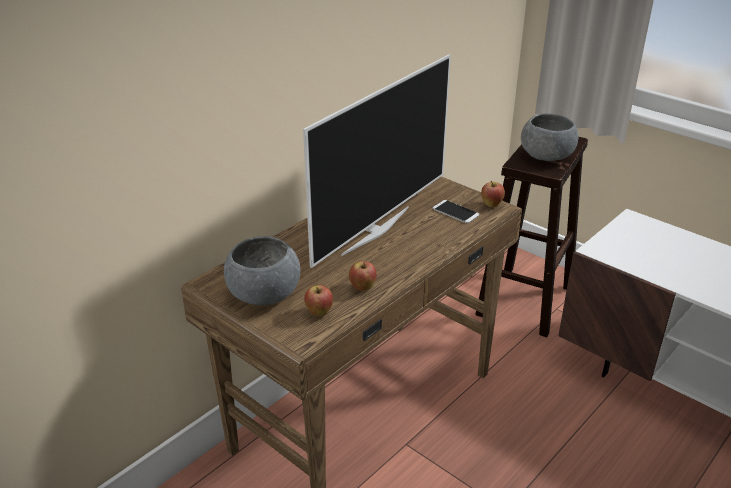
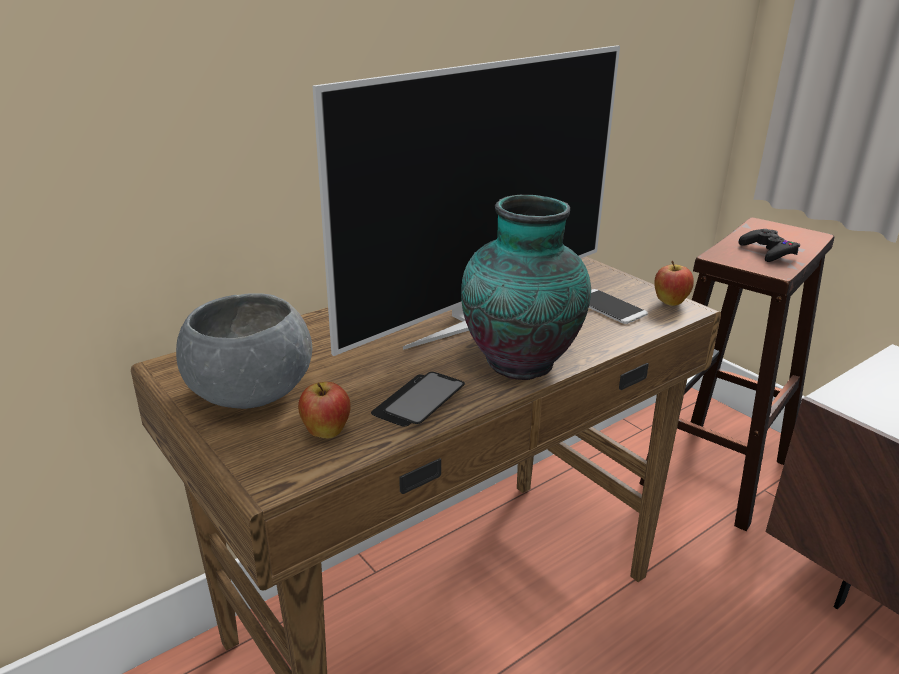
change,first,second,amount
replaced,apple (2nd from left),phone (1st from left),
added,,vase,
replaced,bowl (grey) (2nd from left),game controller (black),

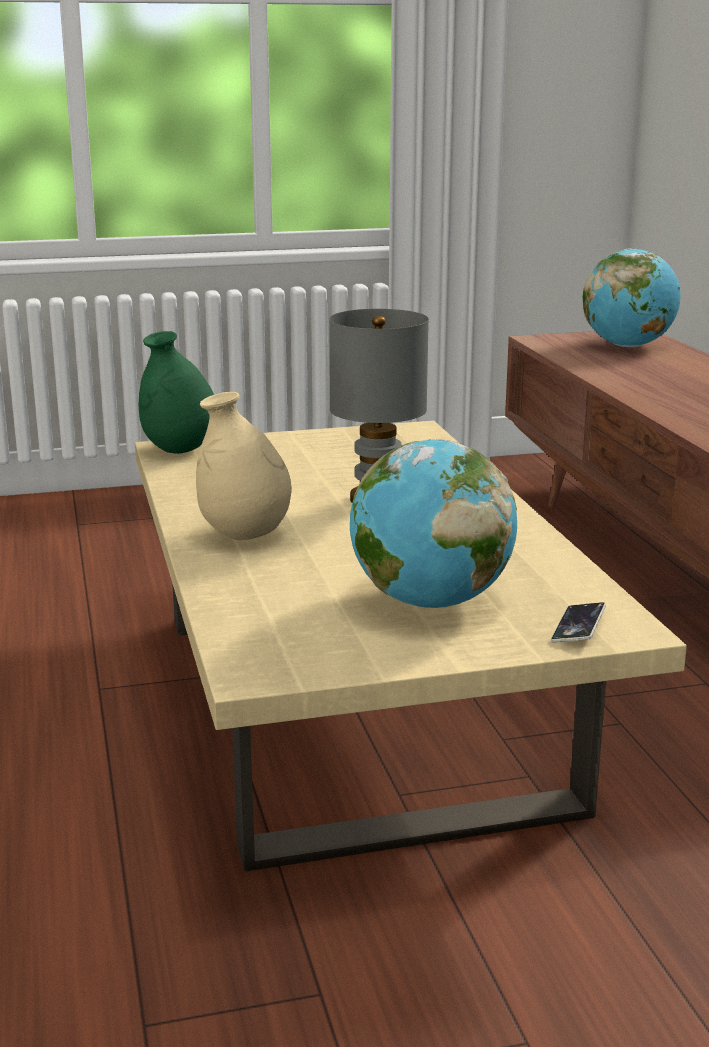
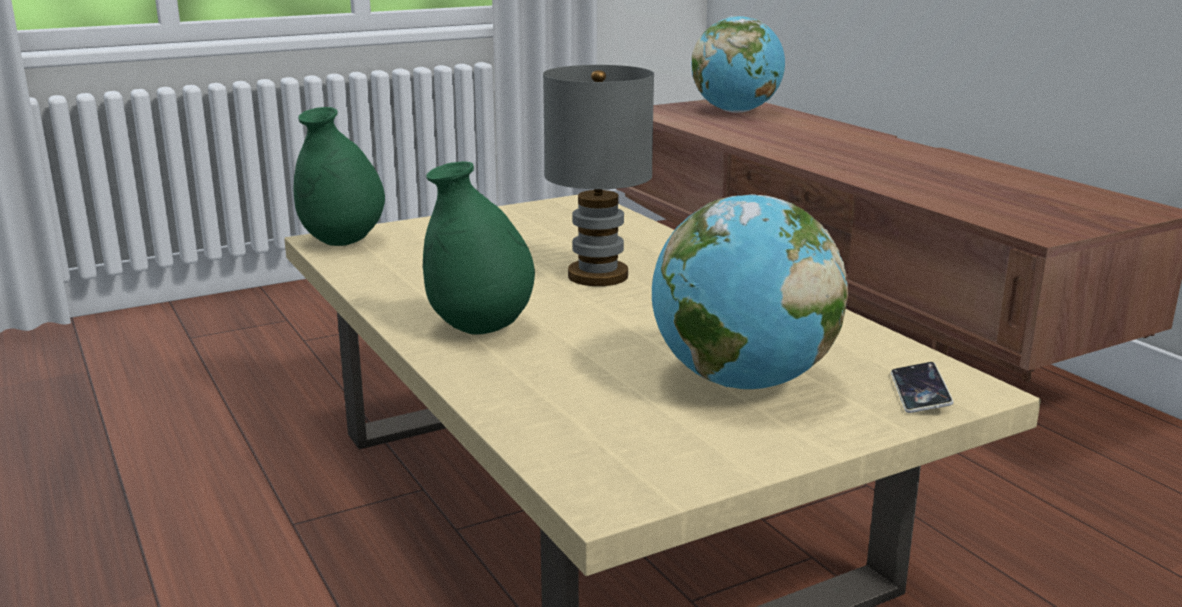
change,first,second,amount
recoloured,vase (beige),vase (green) (2nd from left),

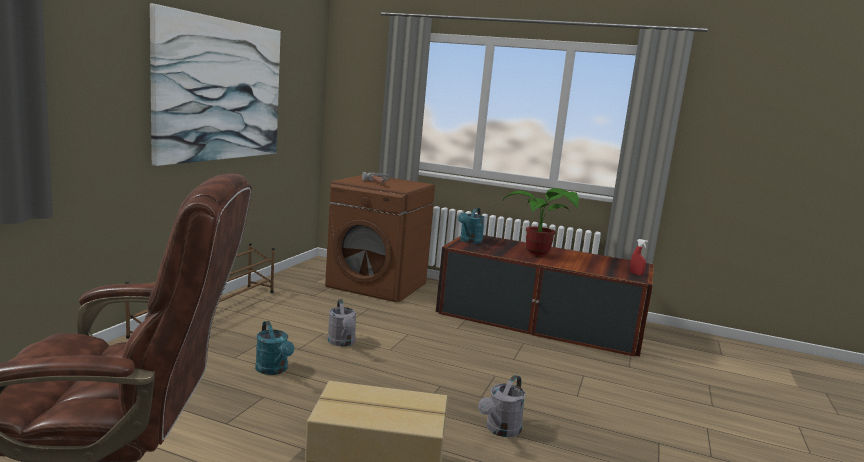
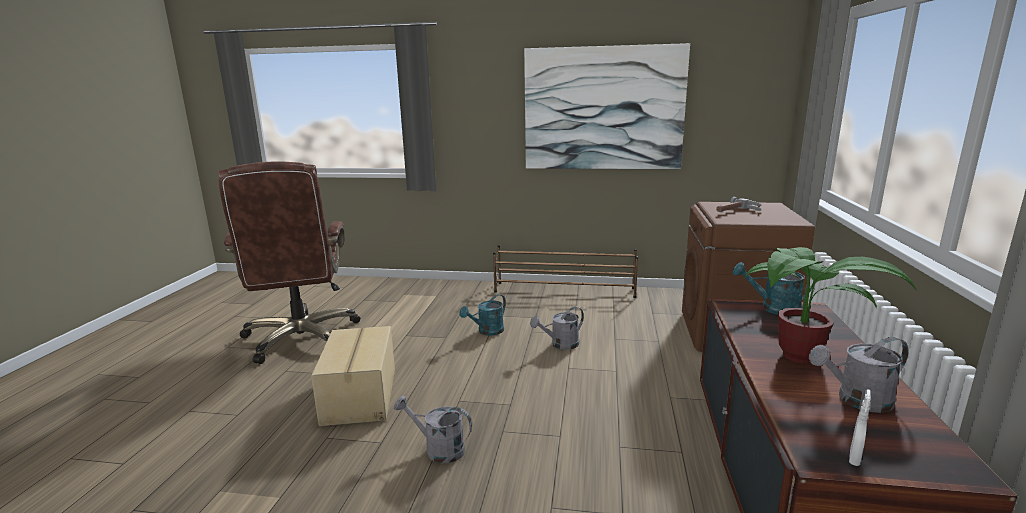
change,first,second,amount
added,,watering can (grey) (3rd from left),
recoloured,spray bottle (red),spray bottle (white),

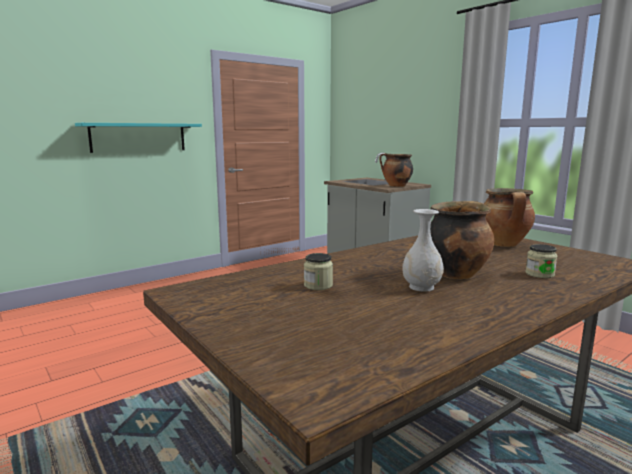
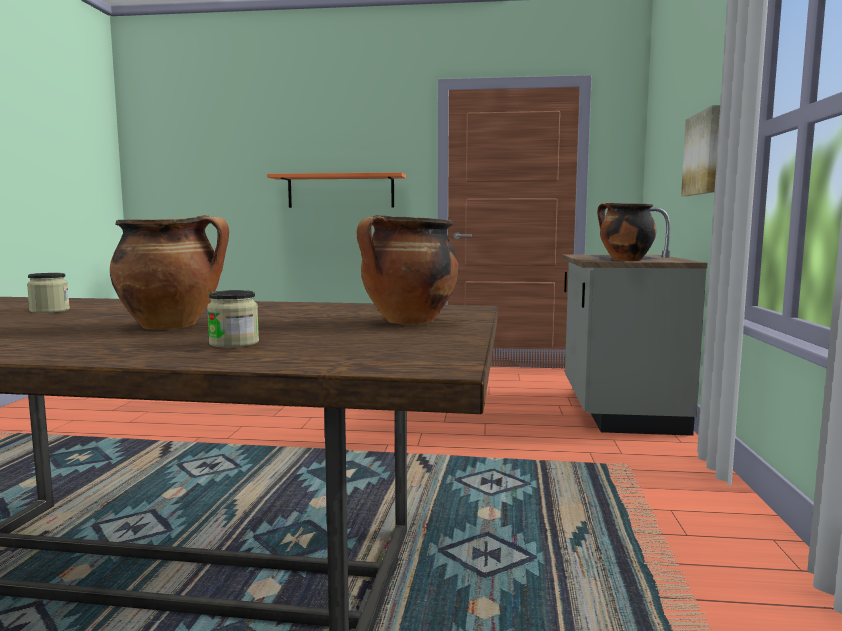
change,first,second,amount
recoloured,shelf (turquoise),shelf (orange),
added,,picture,
removed,vase (white),,

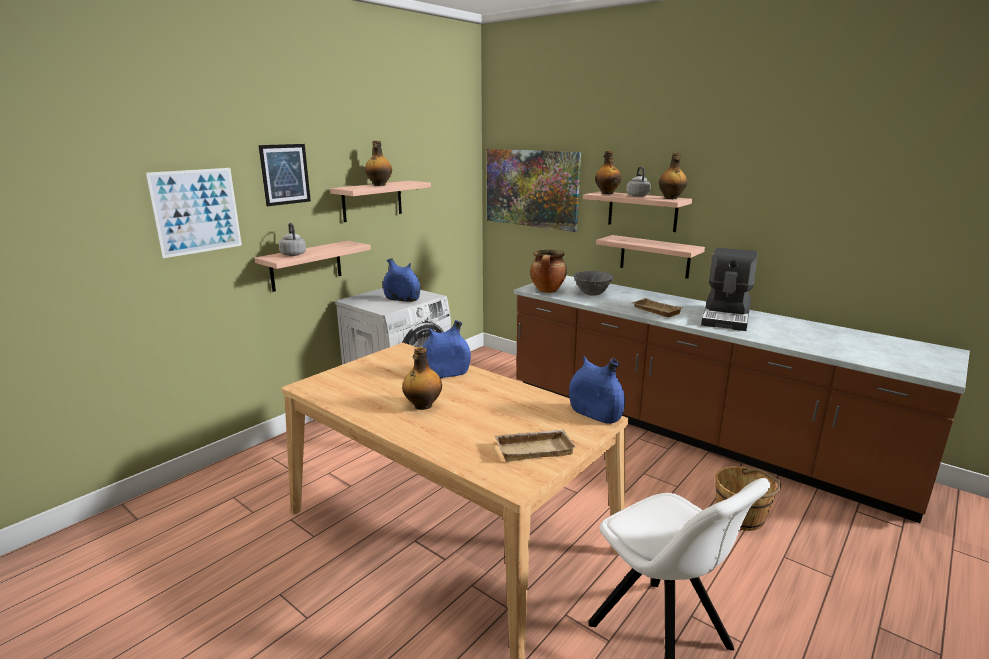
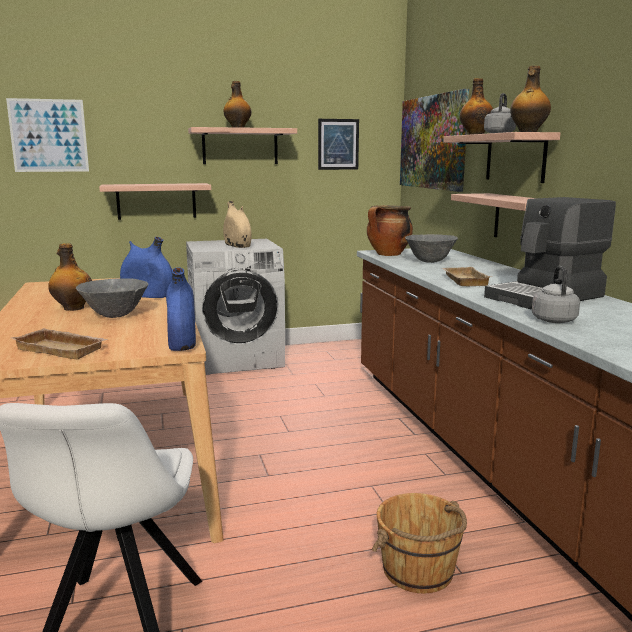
change,first,second,amount
added,,bowl (grey) (1st from left),
recoloured,vase (blue) (1st from left),vase (beige),
moved,picture (2nd from left),,
moved,kettle (grey) (1st from left in the first image),kettle (grey) (2nd from left),

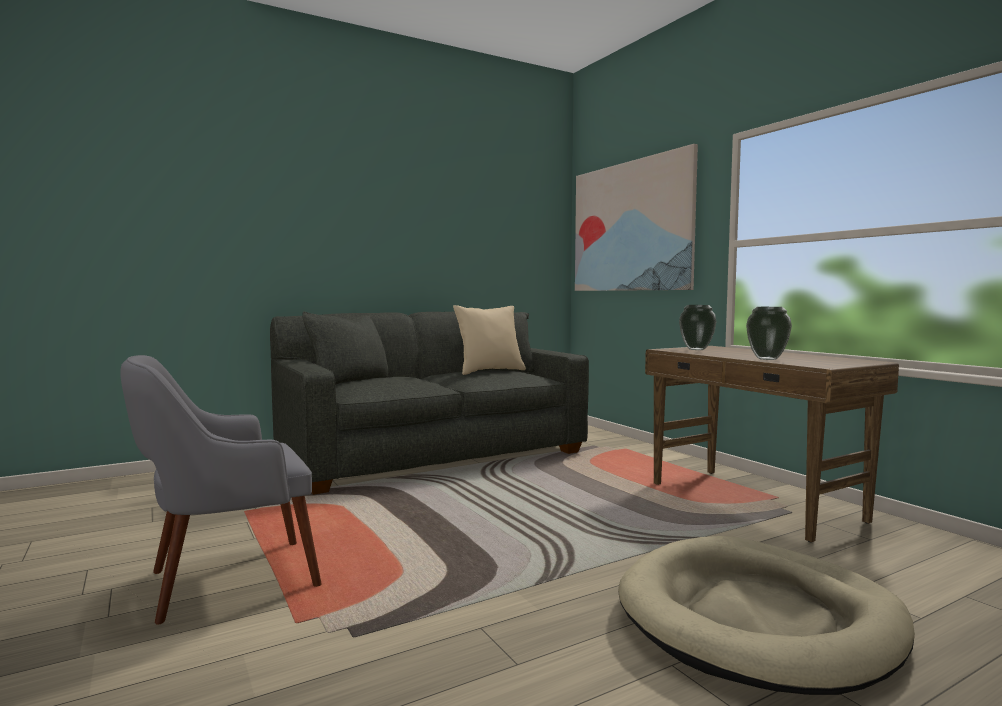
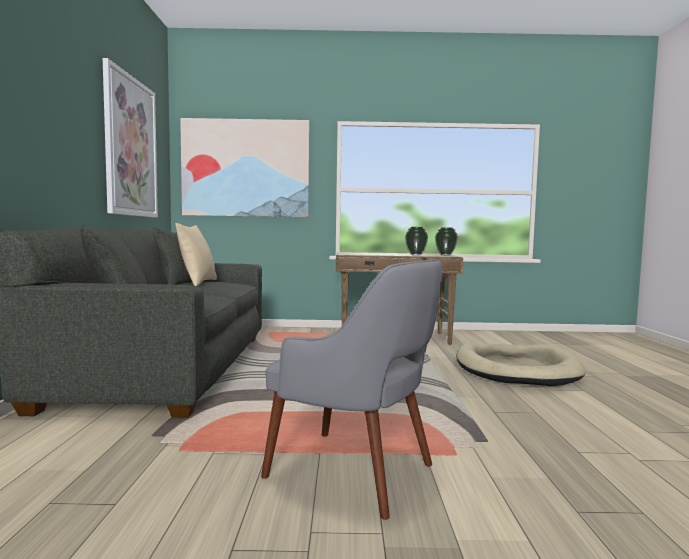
change,first,second,amount
added,,picture (1st from left),
turned,armchair (grey),,60 degrees counterclockwise
moved,vase (1st from left in the first image),vase (2nd from left),

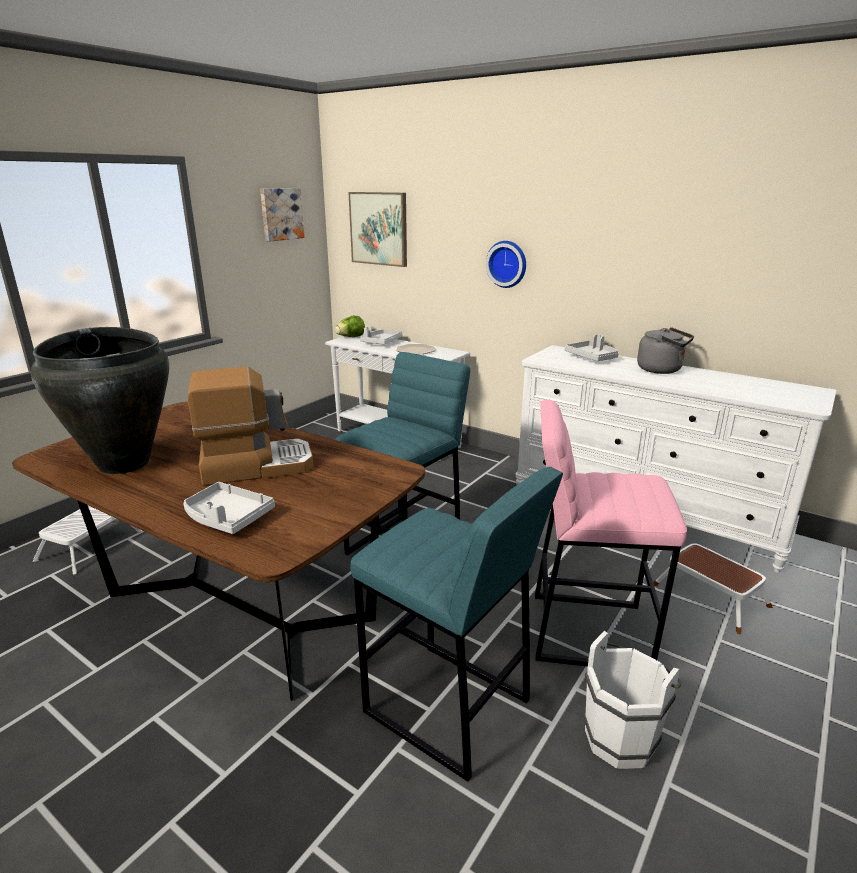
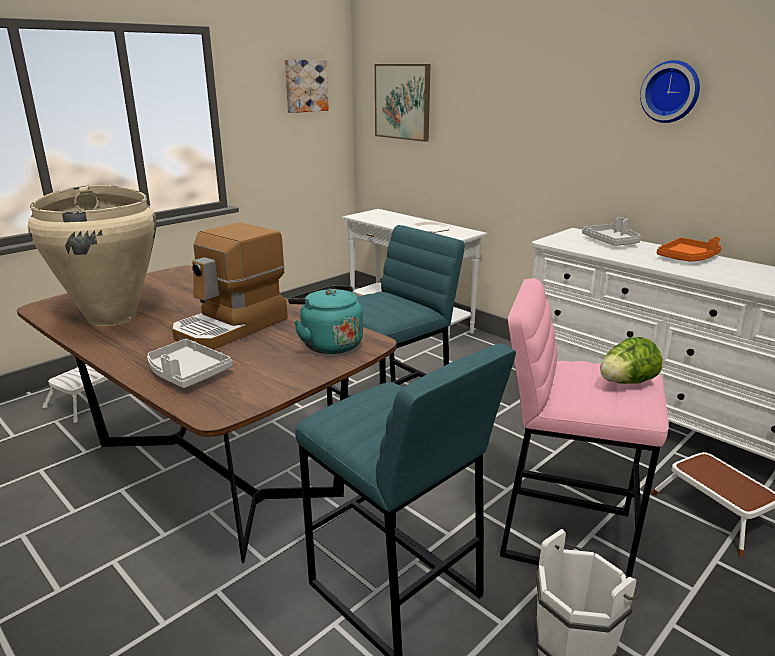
change,first,second,amount
recoloured,vase (black),vase (beige),
turned,coffee machine,,135 degrees clockwise
added,,kettle (turquoise),
moved,lettuce,,
moved,wall clock,,
replaced,kettle (grey),tray (orange),
removed,tray (grey) (2nd from left),,

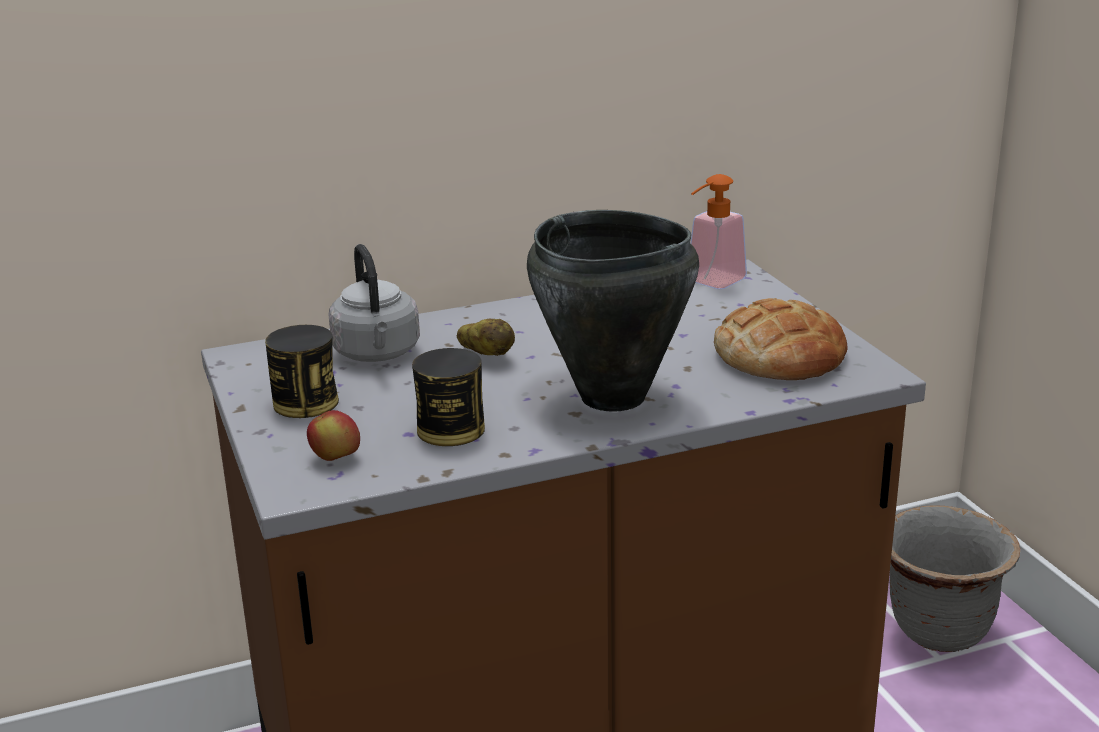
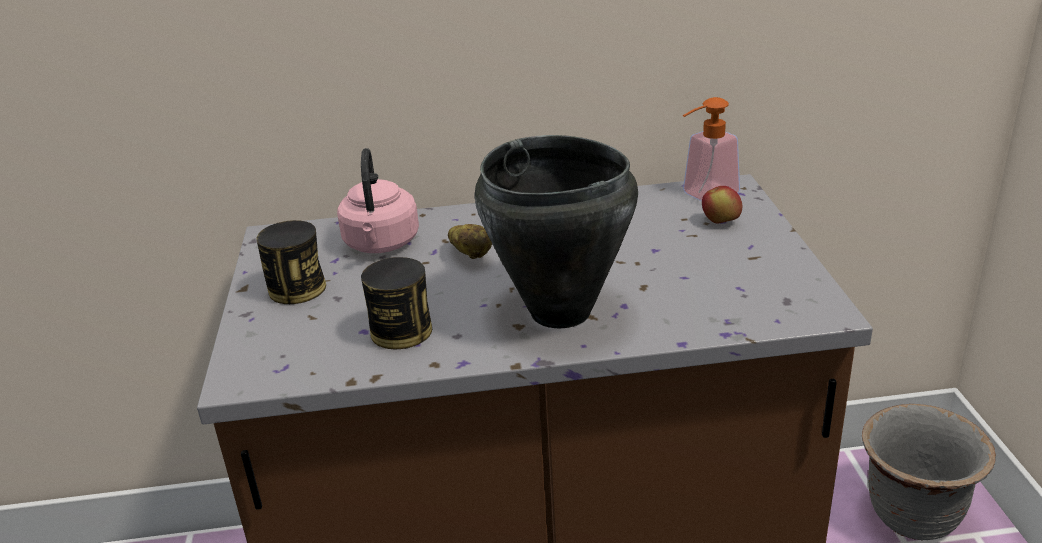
change,first,second,amount
recoloured,kettle (grey),kettle (pink),
moved,apple,,
removed,bread,,

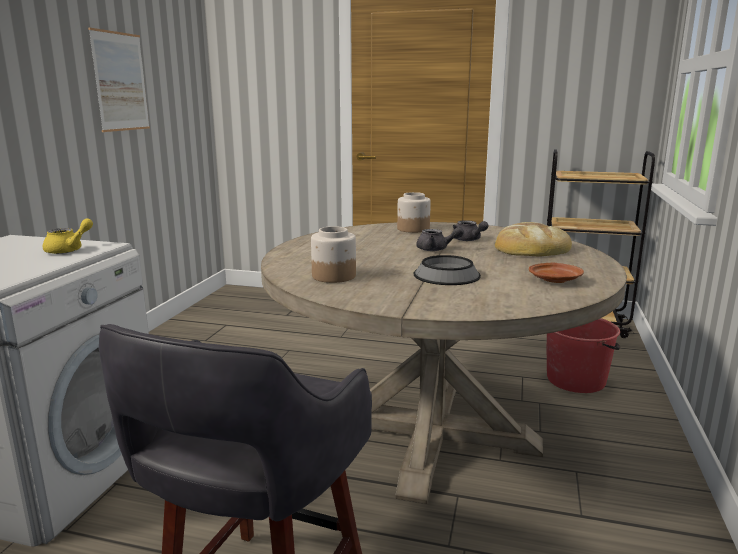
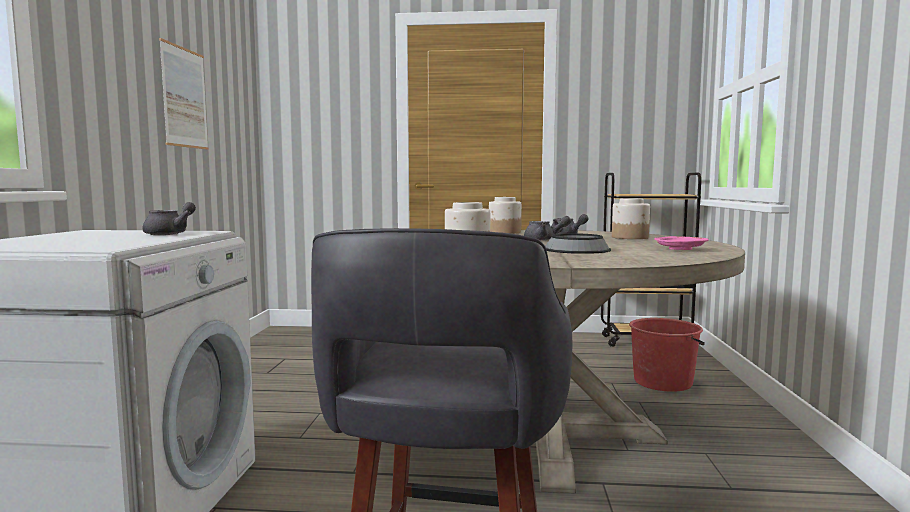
change,first,second,amount
recoloured,teapot (yellow),teapot (grey) (1st from left),
replaced,bread,jar (3rd from left),
recoloured,plate (brown),plate (pink),

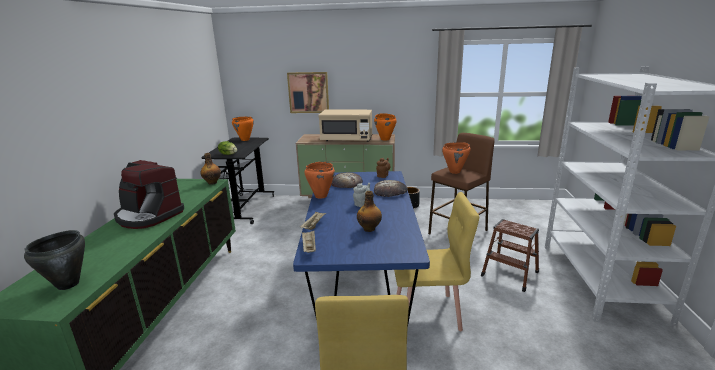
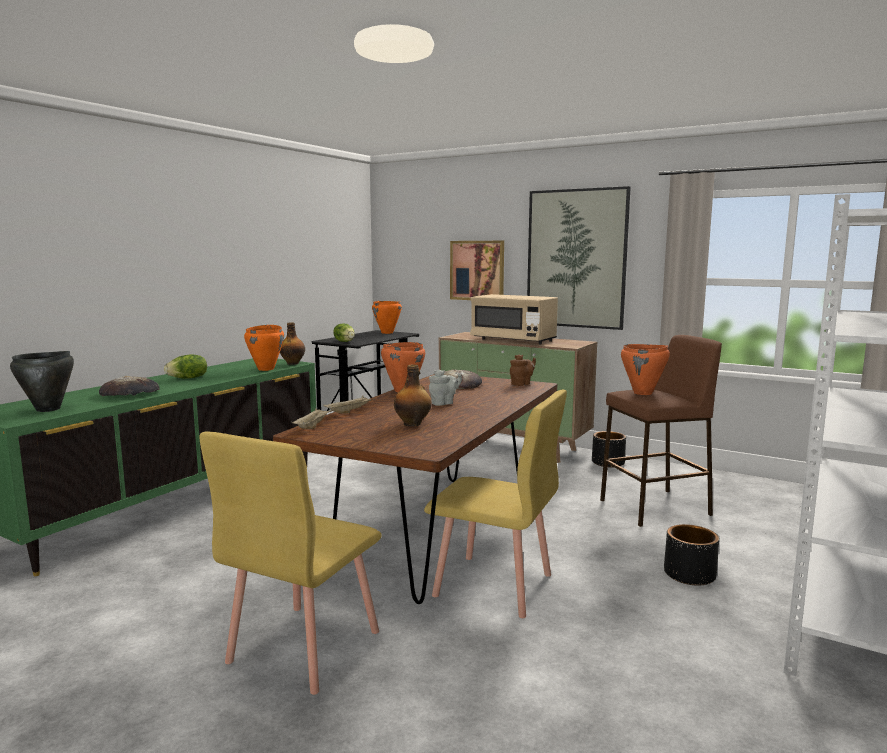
change,first,second,amount
moved,bread (2nd from left in the first image),bread (1st from left),
replaced,coffee machine,lettuce (1st from left),
moved,cooking pot (orange) (3rd from left in the first image),cooking pot (orange) (1st from left),
recoloured,dining table (blue),dining table (brown),
added,,picture (2nd from left),
replaced,step ladder (brown),planter (black) (2nd from left),

